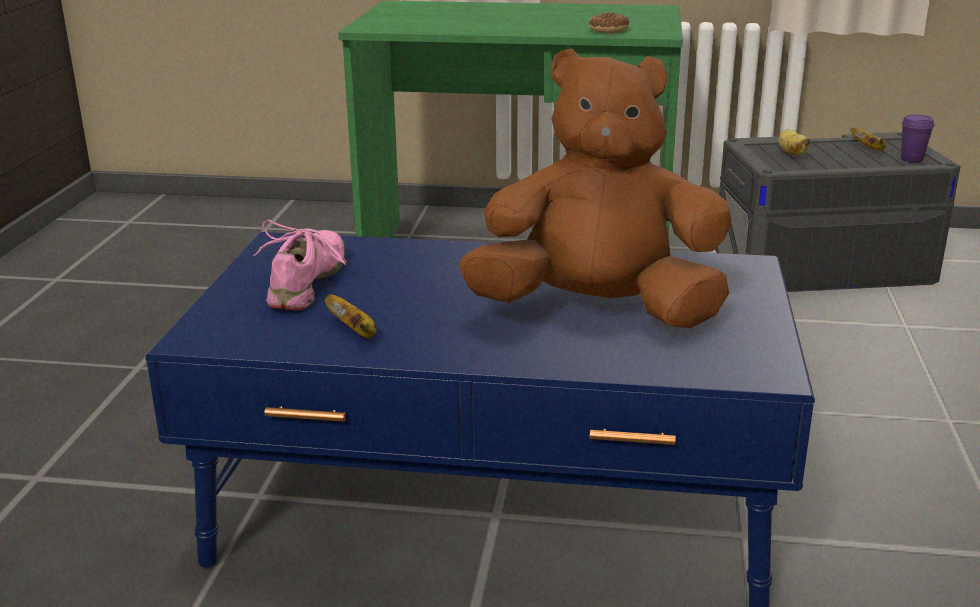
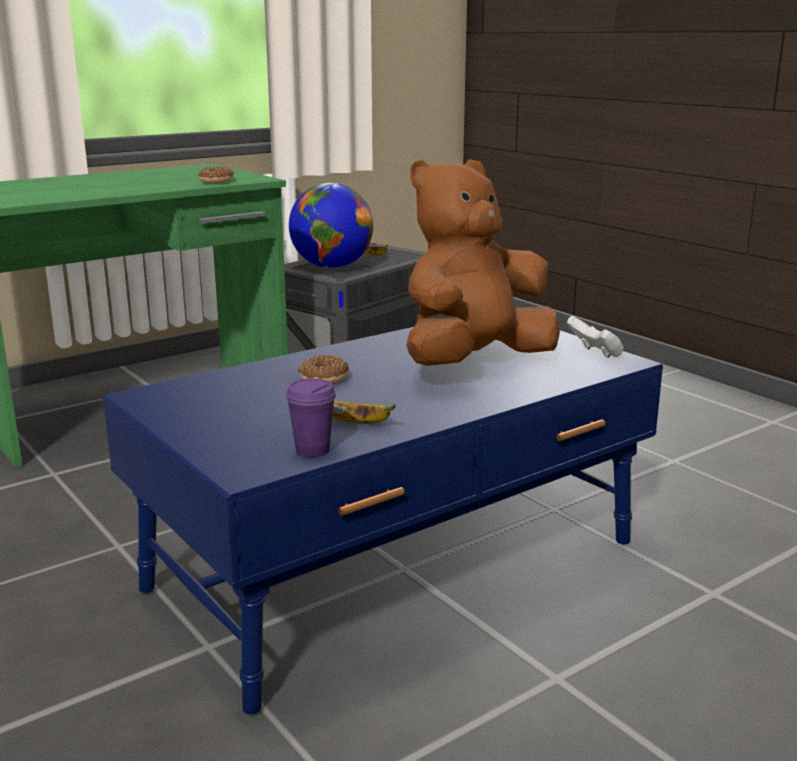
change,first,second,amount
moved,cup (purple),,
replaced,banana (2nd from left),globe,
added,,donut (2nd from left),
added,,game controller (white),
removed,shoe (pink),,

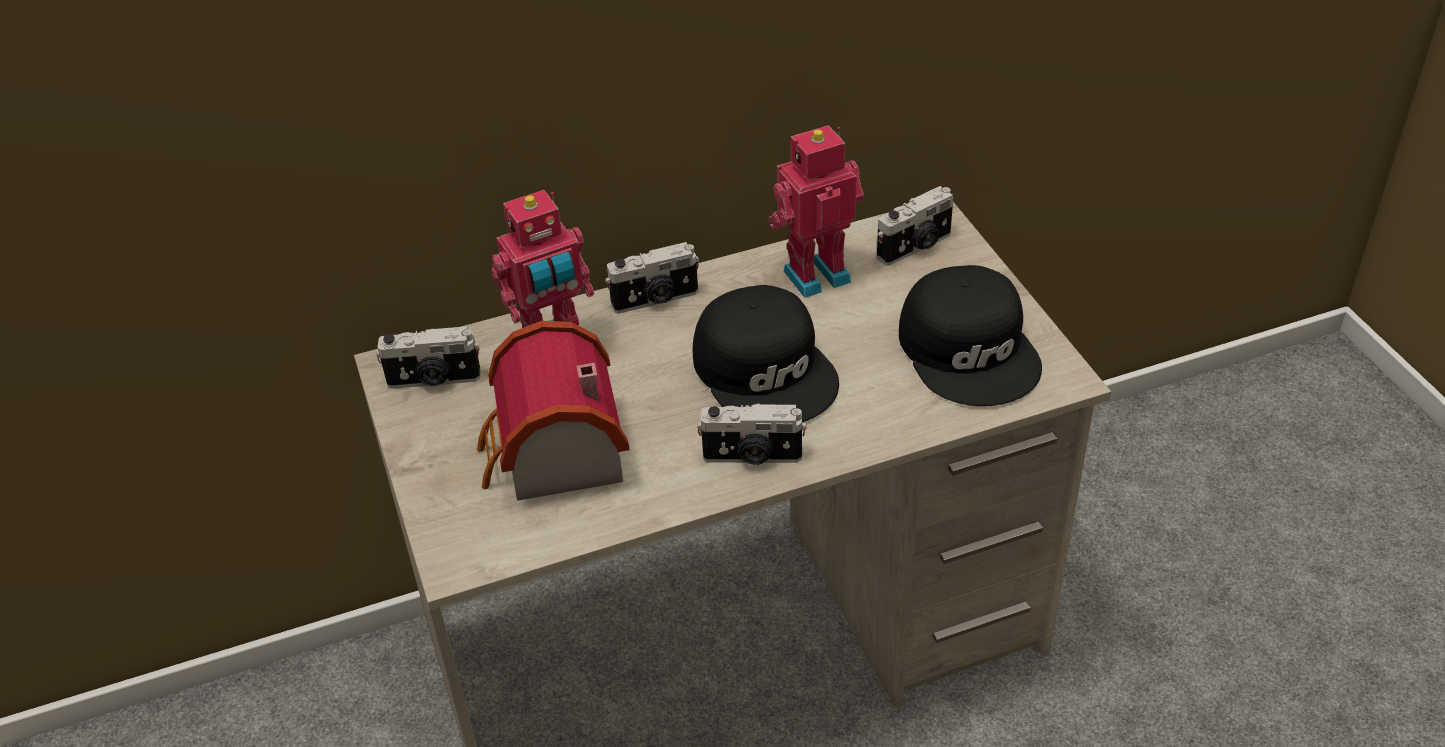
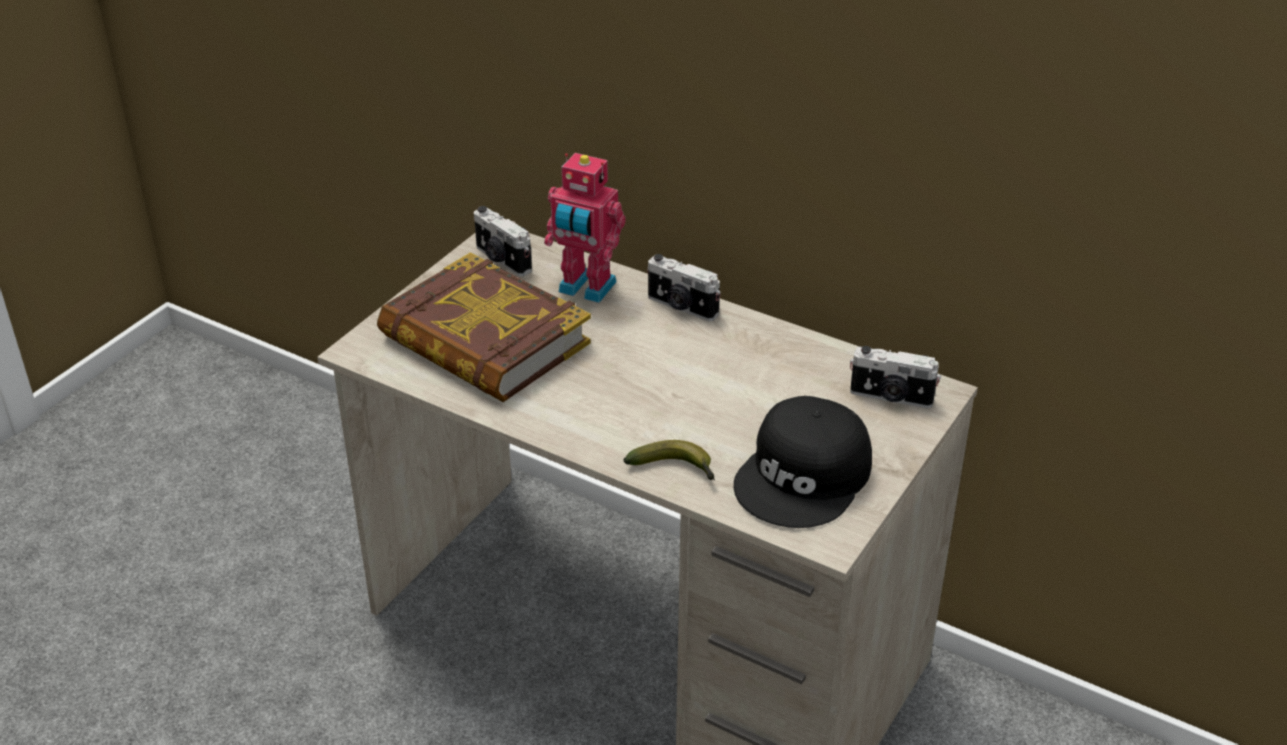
change,first,second,amount
replaced,toy house,book,
added,,banana,
removed,cap (black) (1st from left),,
removed,photo camera (3rd from left),,
removed,toy robot (2nd from left),,

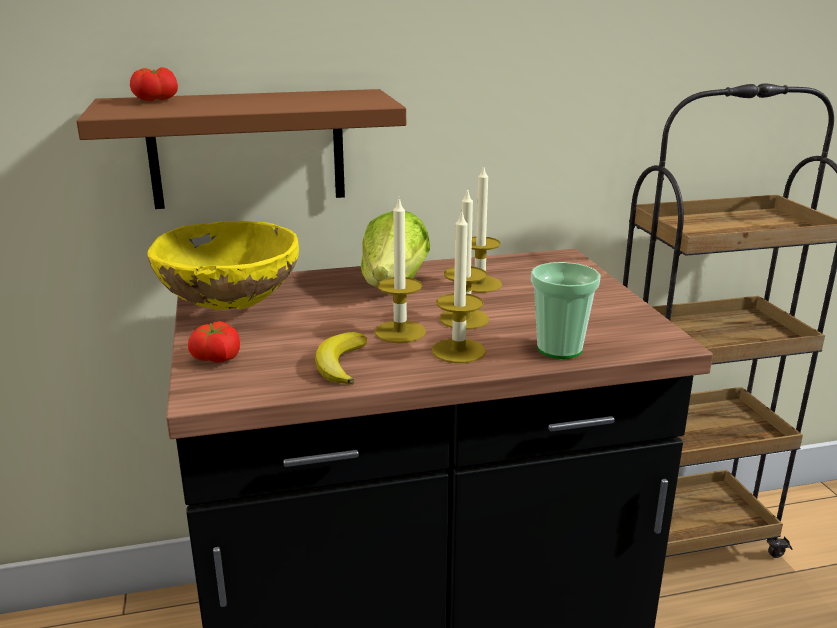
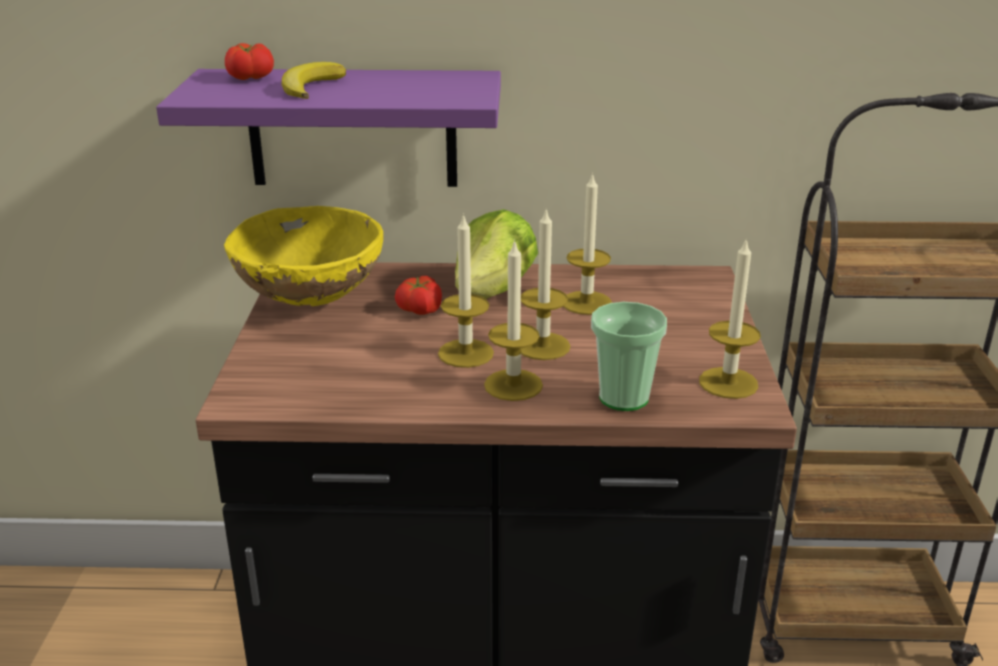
change,first,second,amount
recoloured,shelf (brown),shelf (purple),
moved,banana,,
moved,tomato (2nd from left),,
added,,candle (5th from left),

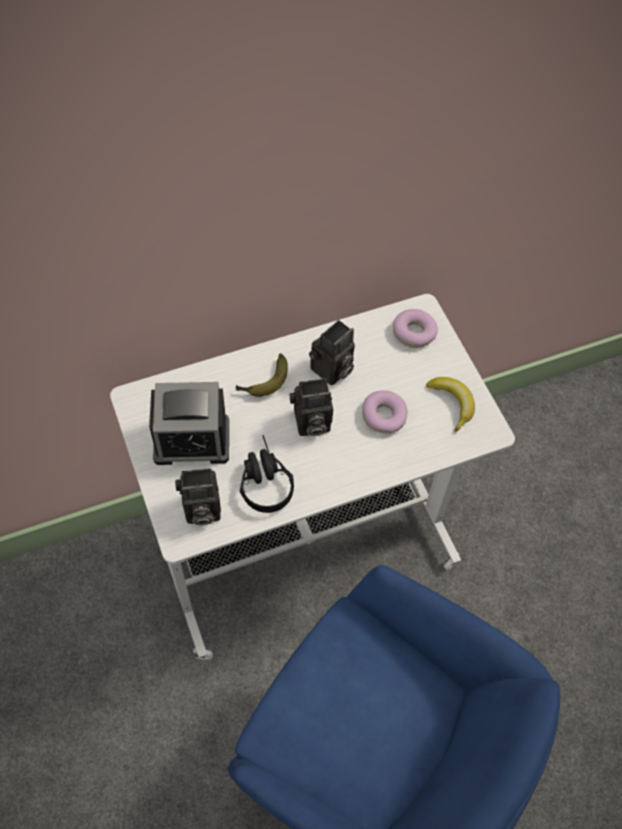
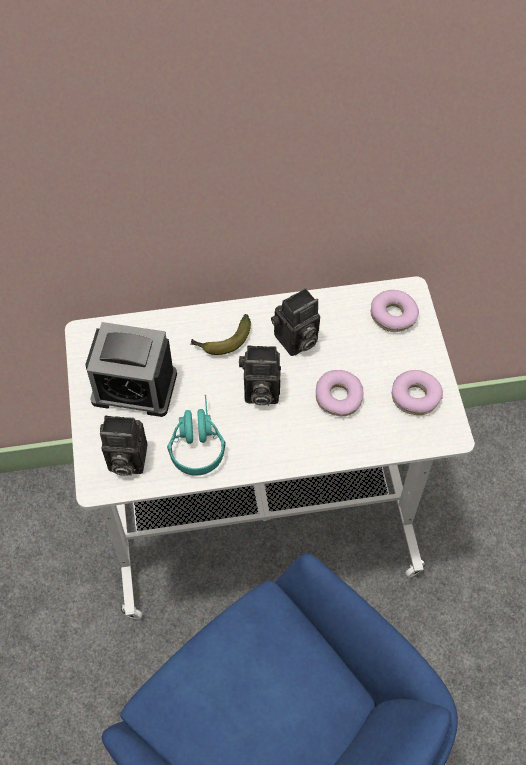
change,first,second,amount
recoloured,headphones (black),headphones (turquoise),
replaced,banana (2nd from left),donut (3rd from left),

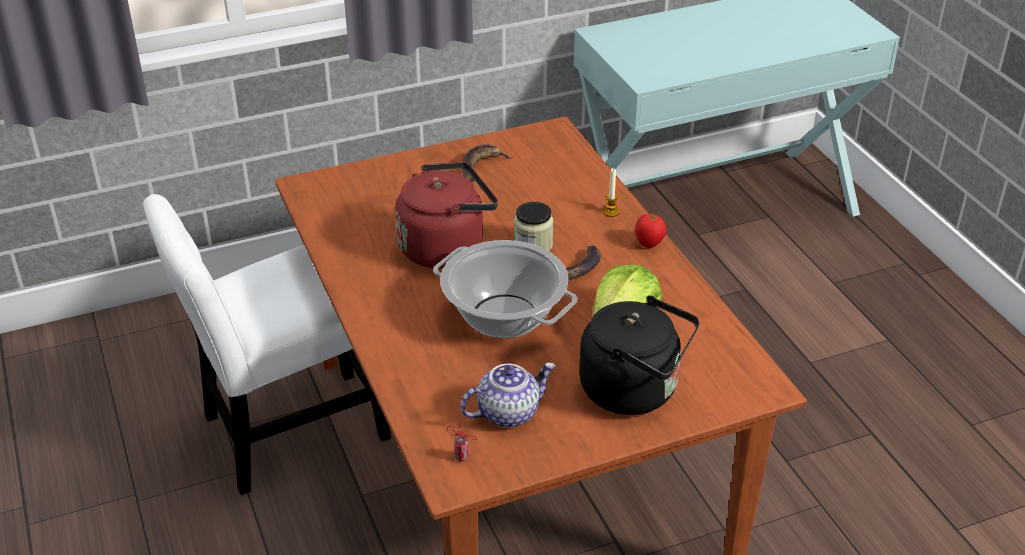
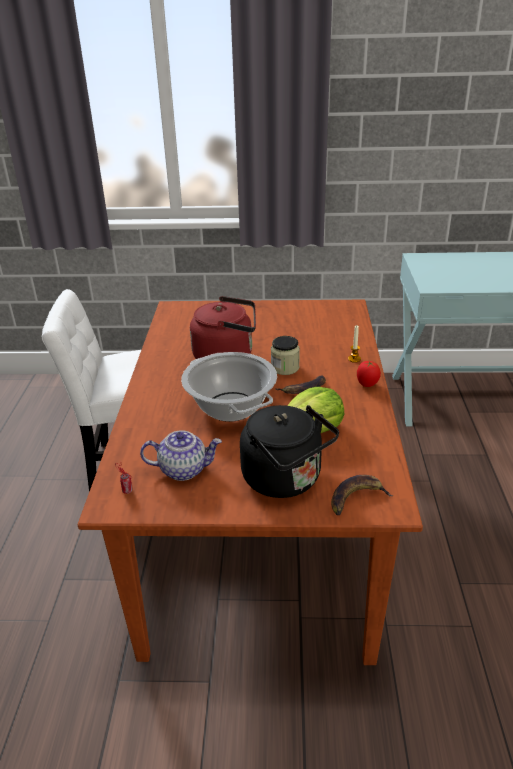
change,first,second,amount
moved,banana (1st from left in the first image),banana (2nd from left),

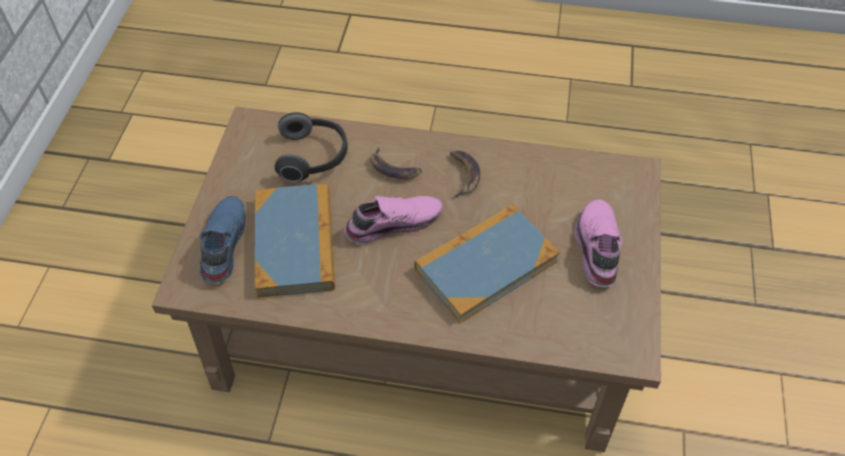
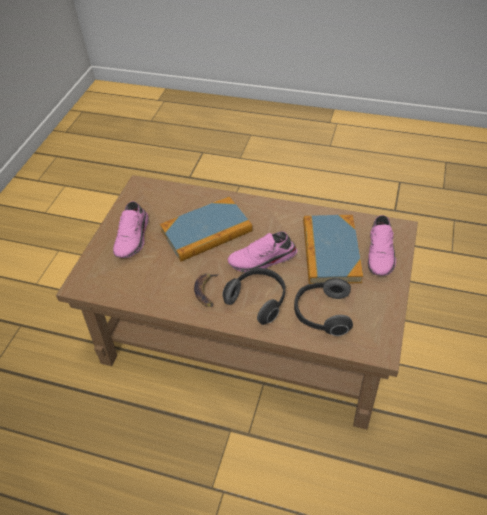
change,first,second,amount
replaced,banana (1st from left),headphones (1st from left),
recoloured,shoe (blue),shoe (pink) (3rd from left),

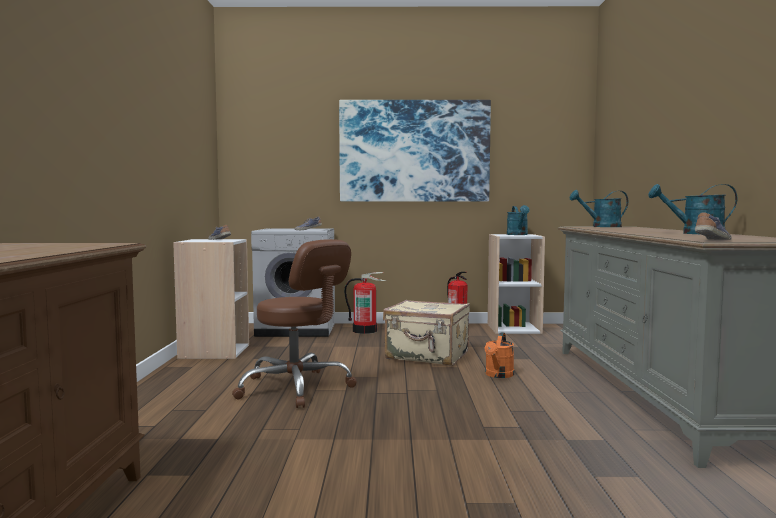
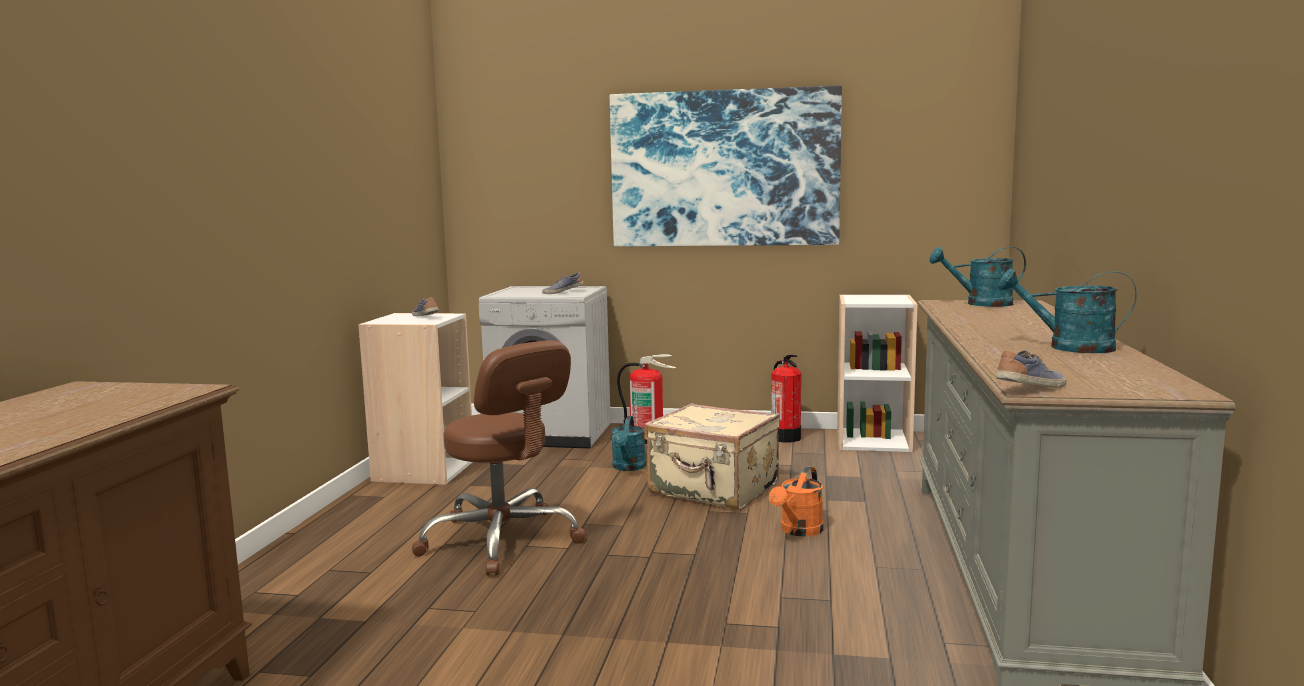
change,first,second,amount
moved,watering can (turquoise) (1st from left),,

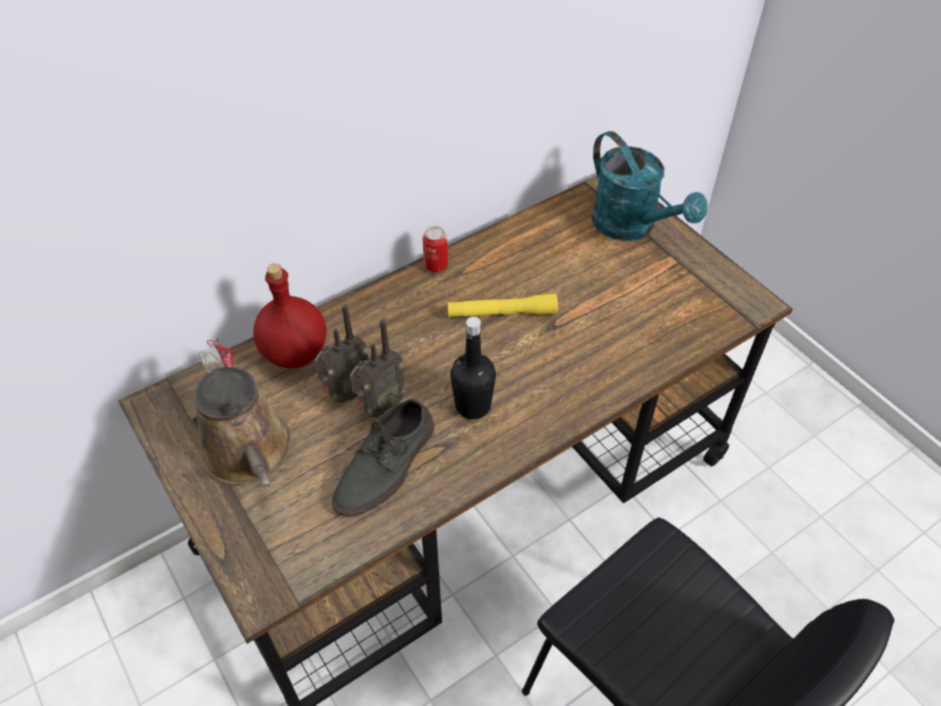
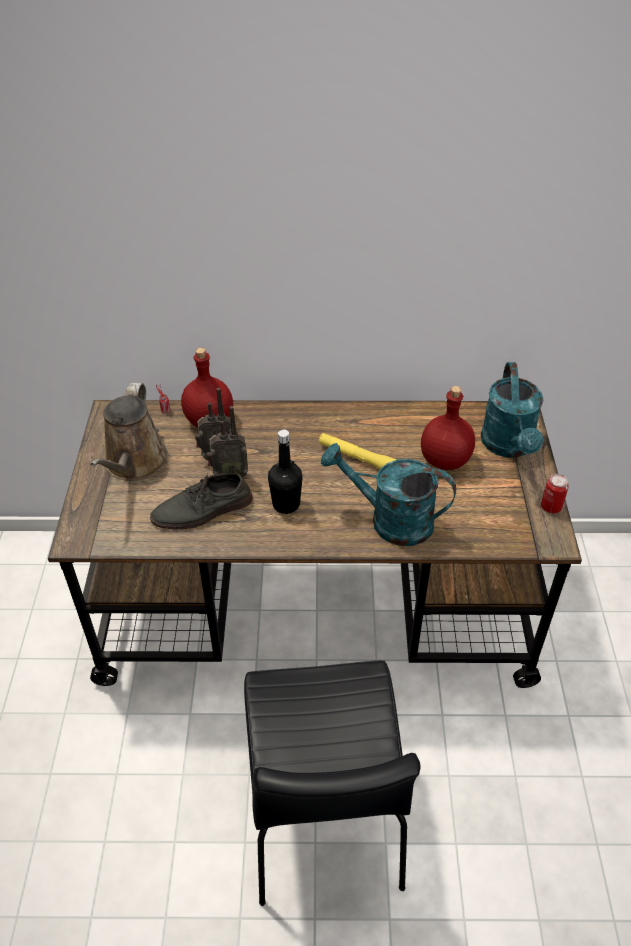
change,first,second,amount
added,,watering can (turquoise) (1st from left),
added,,bottle (red) (2nd from left),
moved,can (2nd from left),,

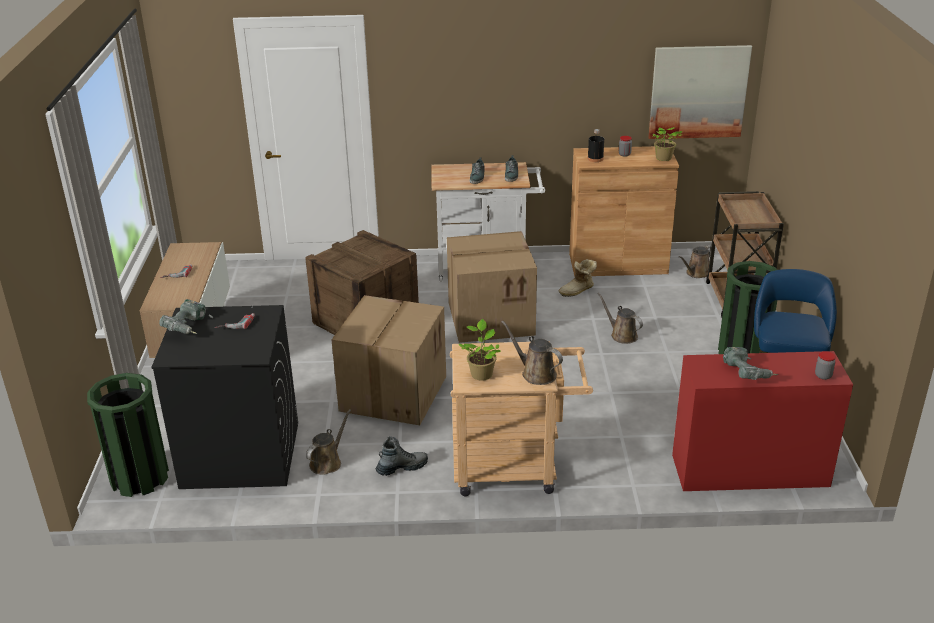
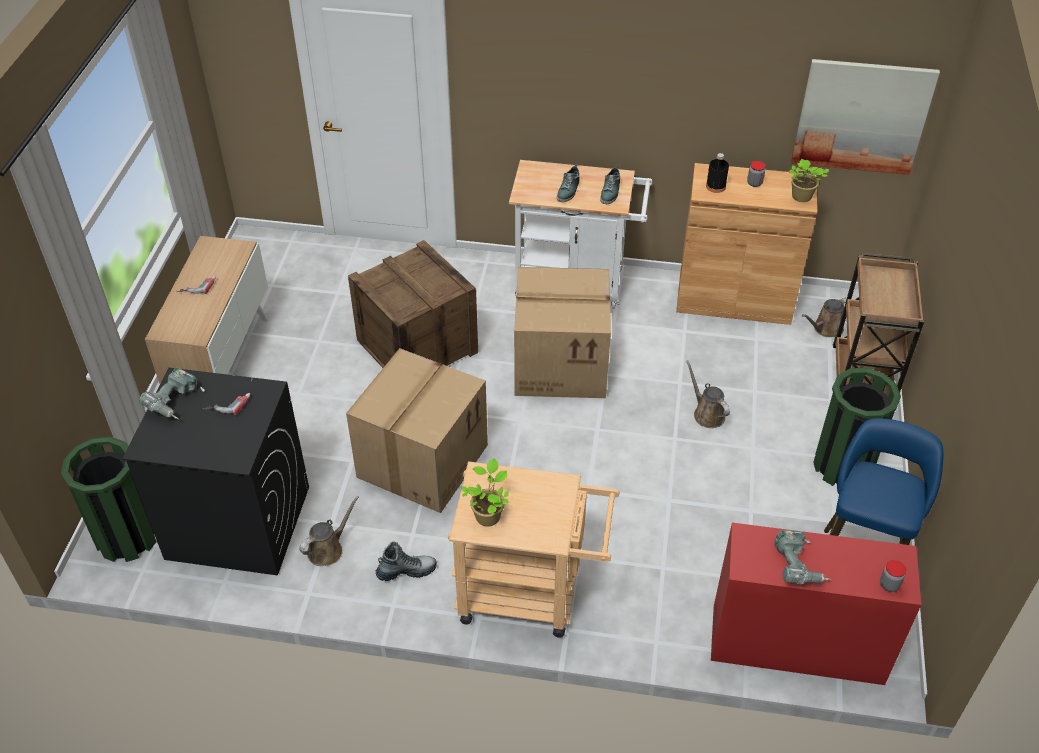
change,first,second,amount
removed,watering can (brown) (2nd from left),,
removed,boot (2nd from left),,

